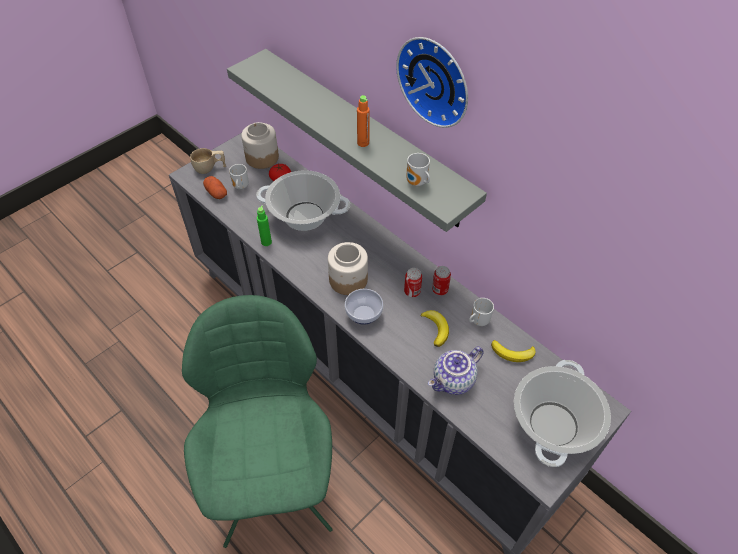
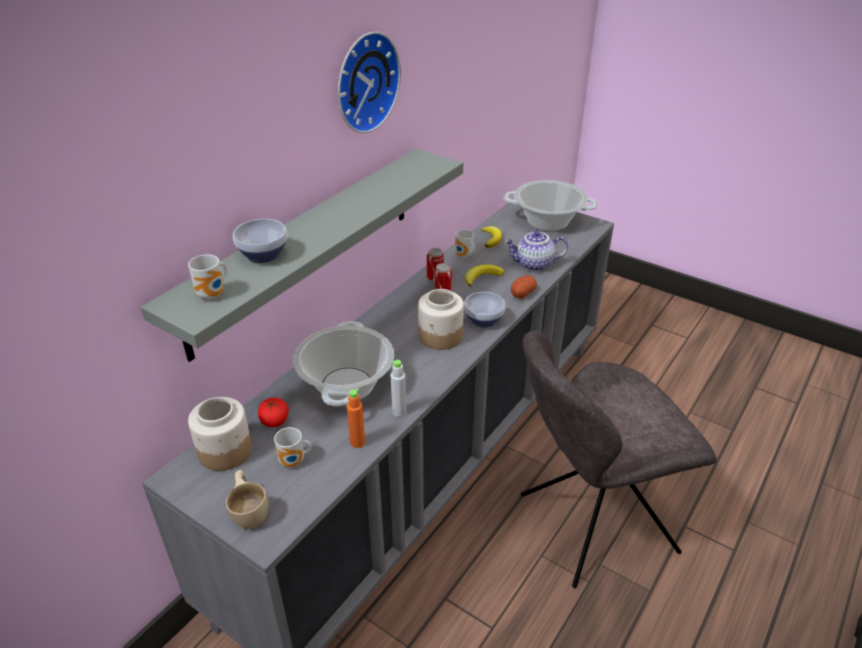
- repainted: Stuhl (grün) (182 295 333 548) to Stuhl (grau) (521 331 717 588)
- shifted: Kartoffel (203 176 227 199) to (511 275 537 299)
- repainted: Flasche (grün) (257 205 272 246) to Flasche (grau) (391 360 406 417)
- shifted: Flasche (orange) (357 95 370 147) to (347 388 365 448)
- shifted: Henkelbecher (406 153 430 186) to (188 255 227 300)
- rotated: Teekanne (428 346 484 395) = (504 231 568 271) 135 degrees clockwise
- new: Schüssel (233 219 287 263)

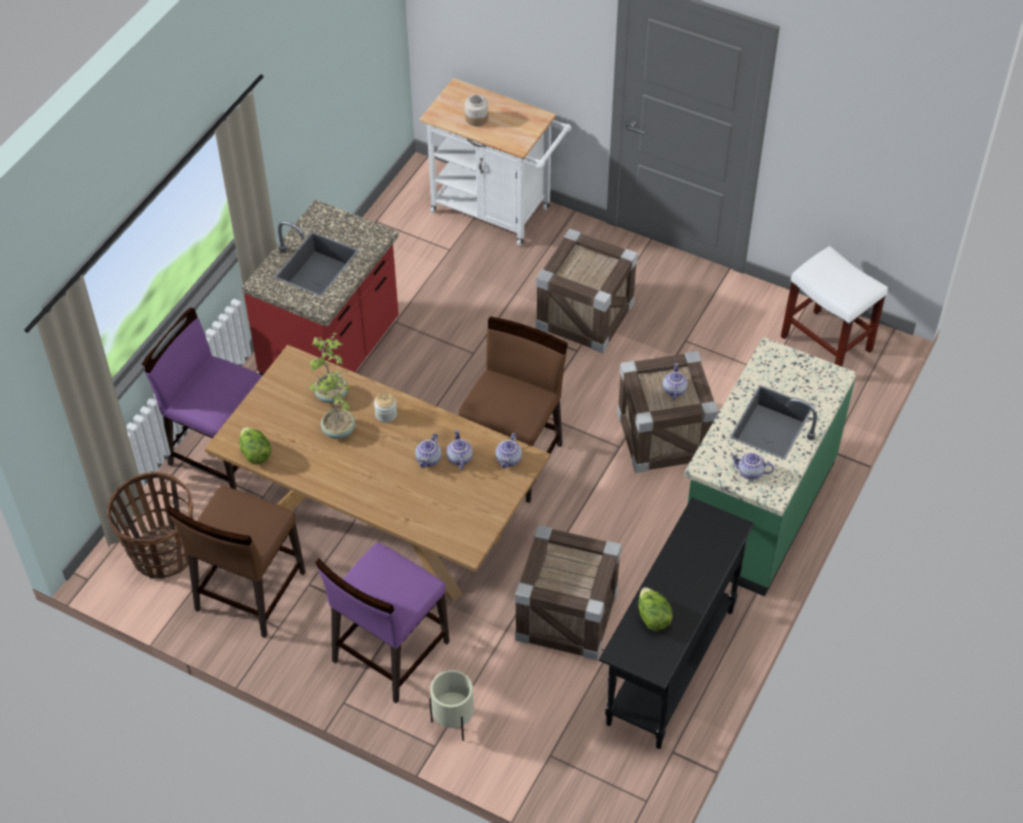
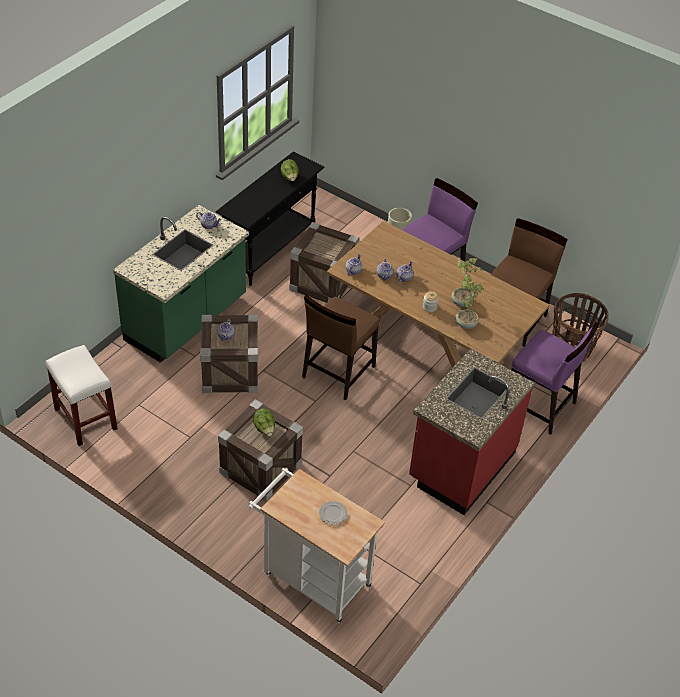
- shifted: Salatkopf (239 427 271 465) to (253 409 275 436)
- swapped: Vorratsglas (465 95 488 126) to Teller (319 501 347 525)

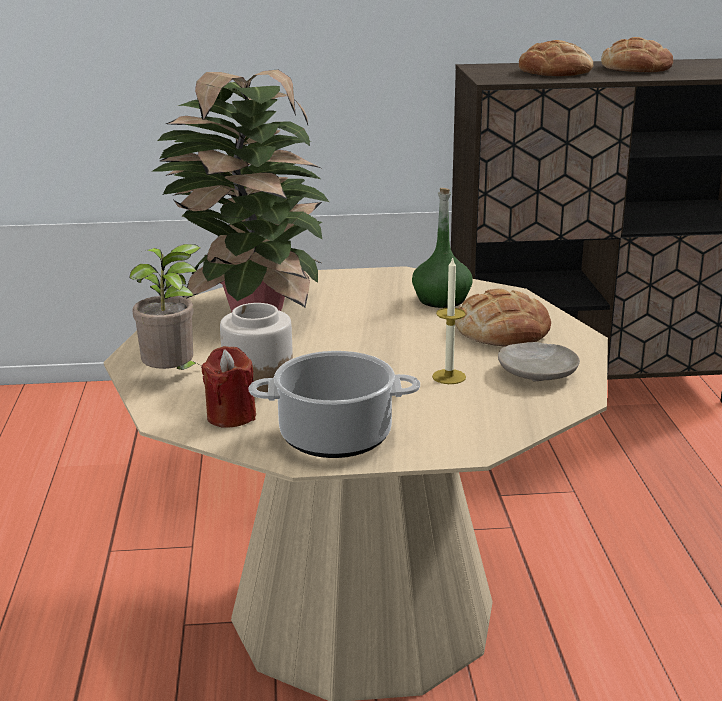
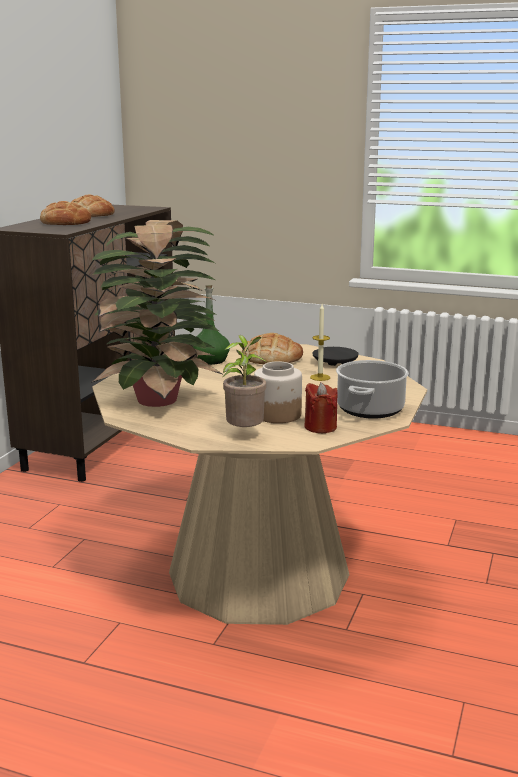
- repainted: Teller (beige) (498 342 580 382) to Teller (schwarz) (312 347 359 366)

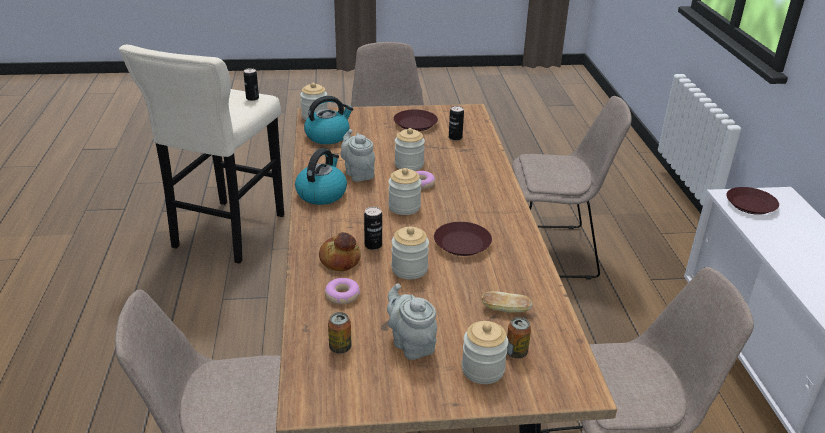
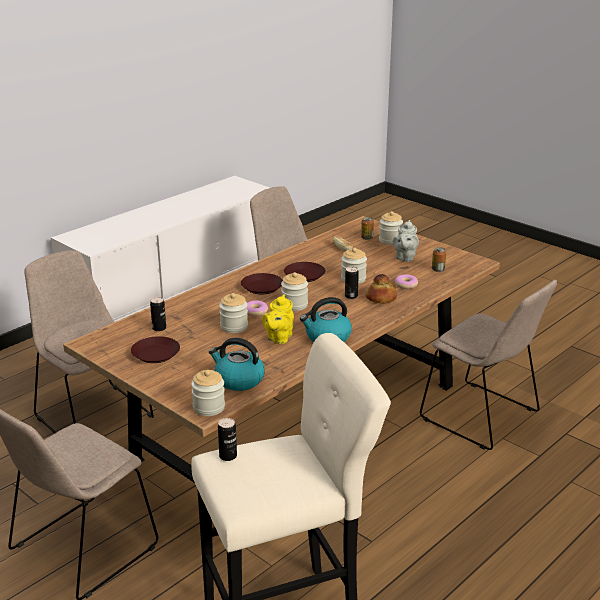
- repainted: Teekanne (grau) (340 129 375 182) to Teekanne (gelb) (262 294 294 344)
- shifted: Teller (braun) (726 187 779 215) to (241 273 283 294)

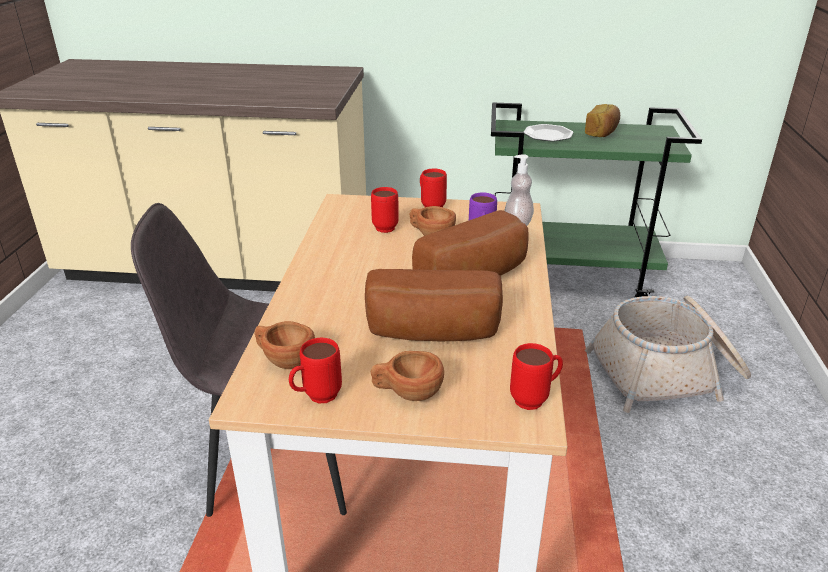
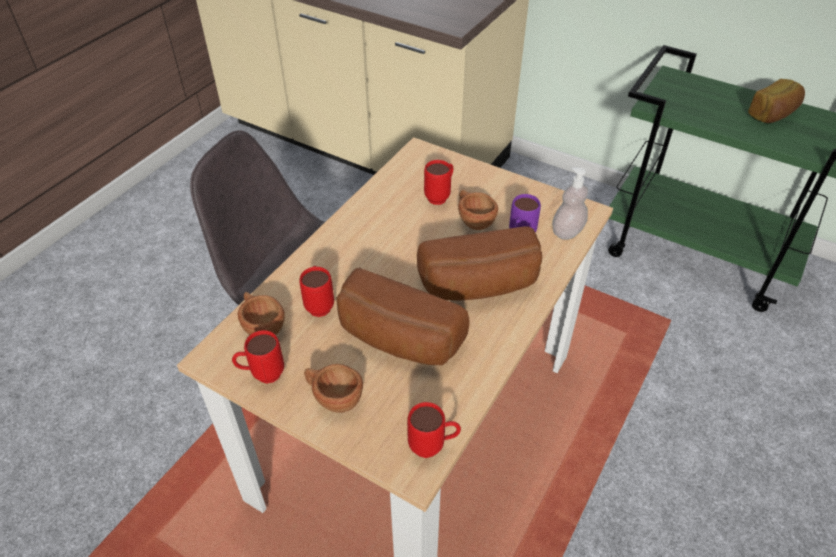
- shifted: Henkelbecher (rot) (420 169 447 207) to (299 266 334 317)
- gone: Teller (524 124 574 142)
- gone: Korb (585 296 751 413)

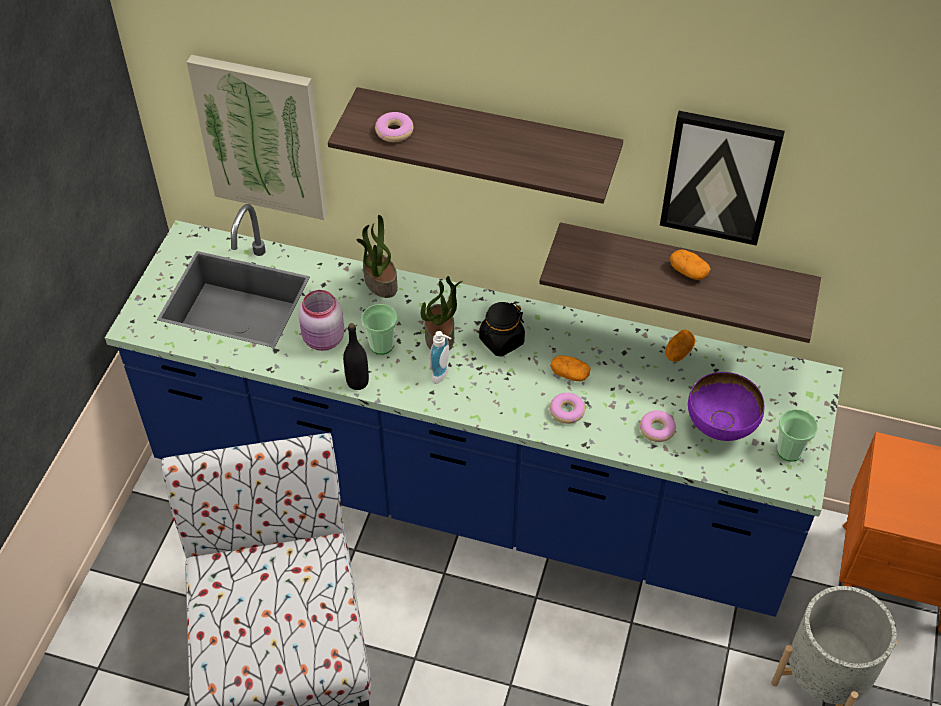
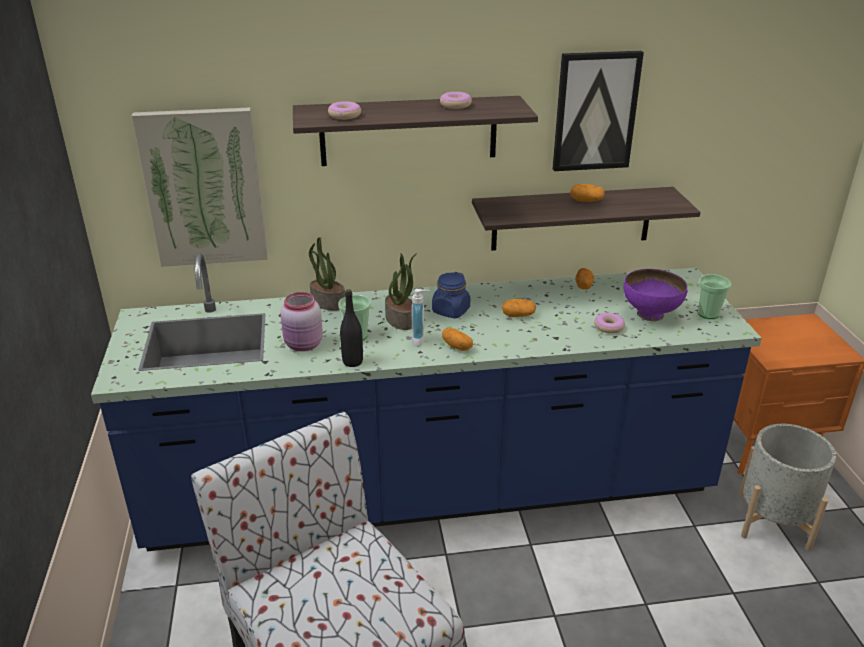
- repainted: Vorratsglas (schwarz) (479 302 525 356) to Vorratsglas (blau) (432 272 470 318)
- shifted: Donut (550 393 585 424) to (440 92 472 109)
- new: Kartoffel (442 328 473 351)

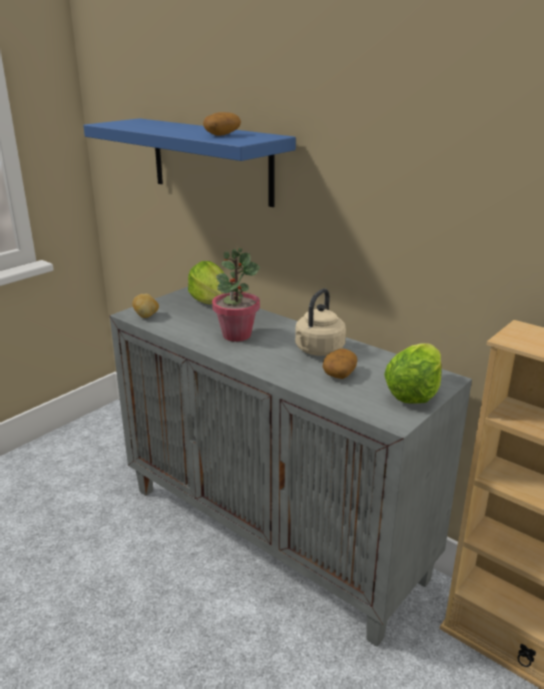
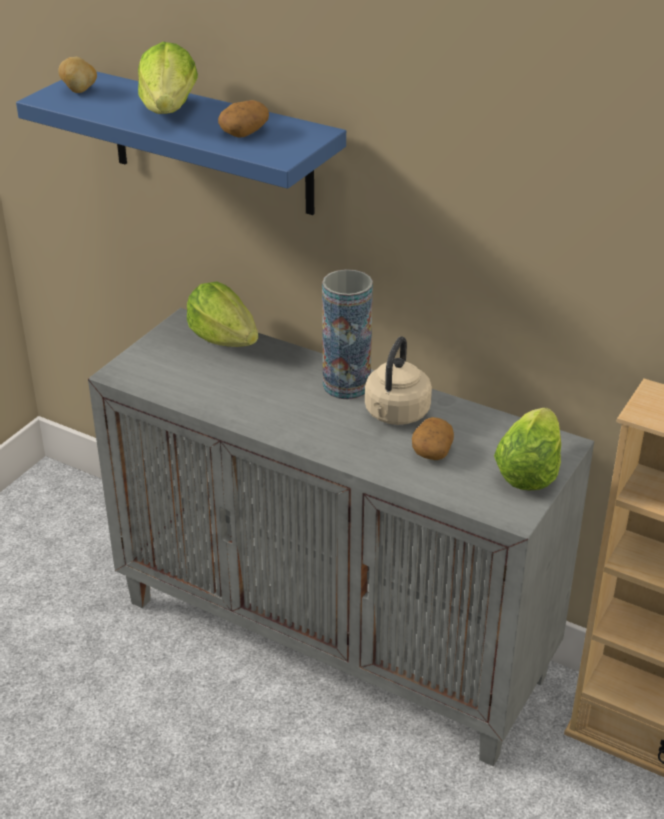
- shifted: Kartoffel (132 294 159 318) to (58 57 97 93)
- gone: Topfpflanze (212 248 260 342)
- new: Salatkopf (138 42 198 114)
- new: Vase (322 269 373 400)

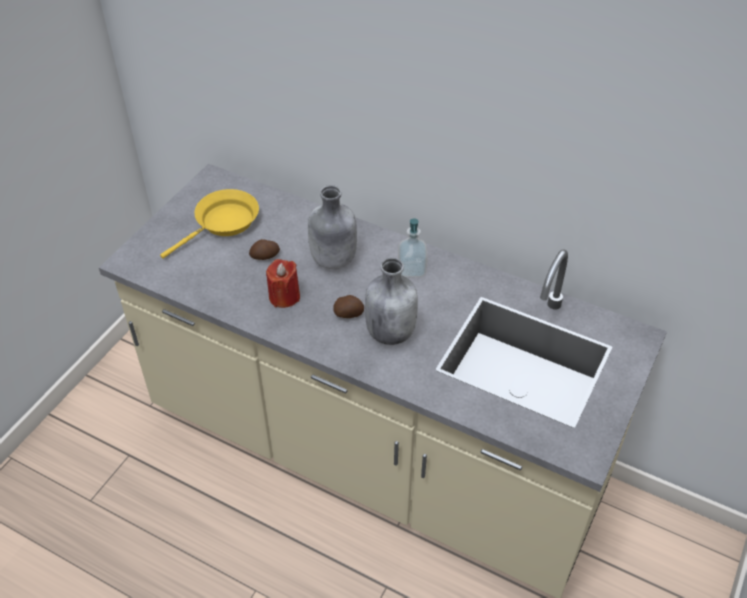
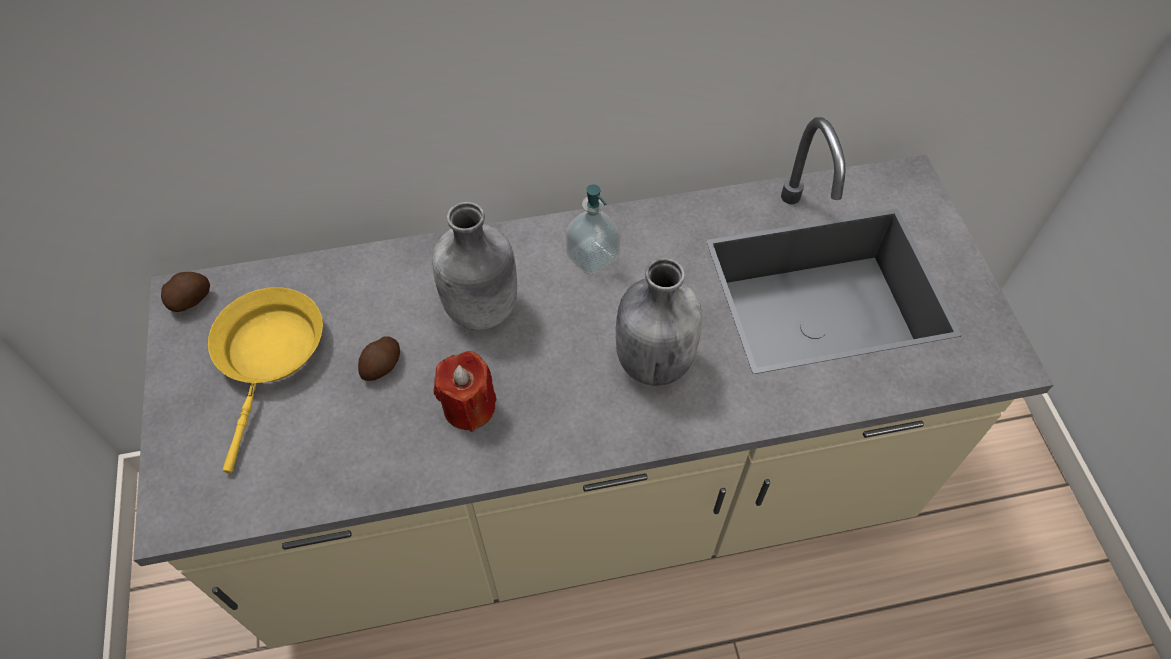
- shifted: Kartoffel (333 295 364 318) to (161 272 210 312)

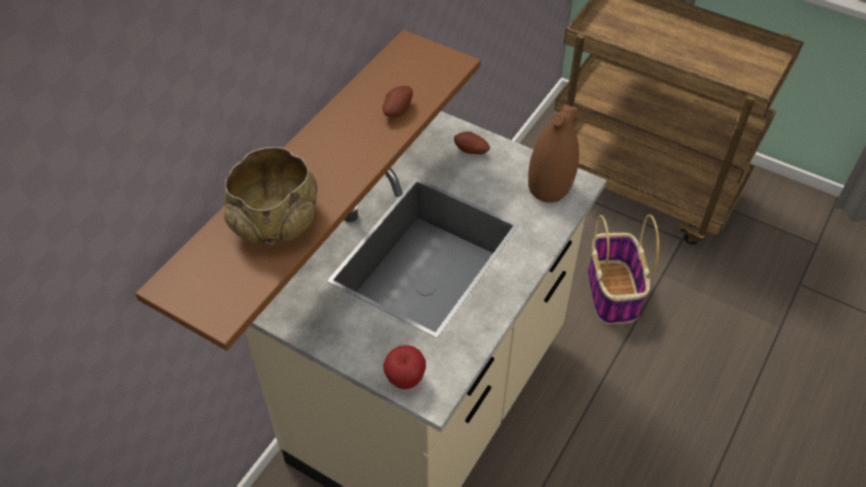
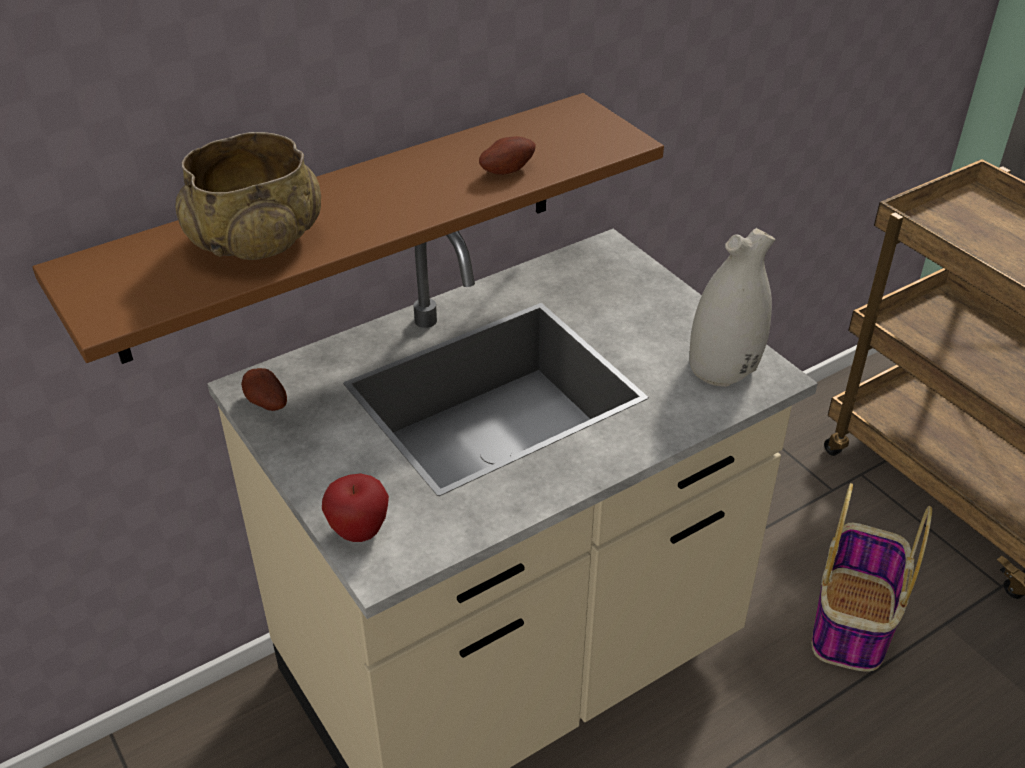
- shifted: Kartoffel (454 131 490 154) to (241 368 287 411)
- repainted: Vase (braun) (528 104 579 202) to Vase (weiß) (689 228 775 387)

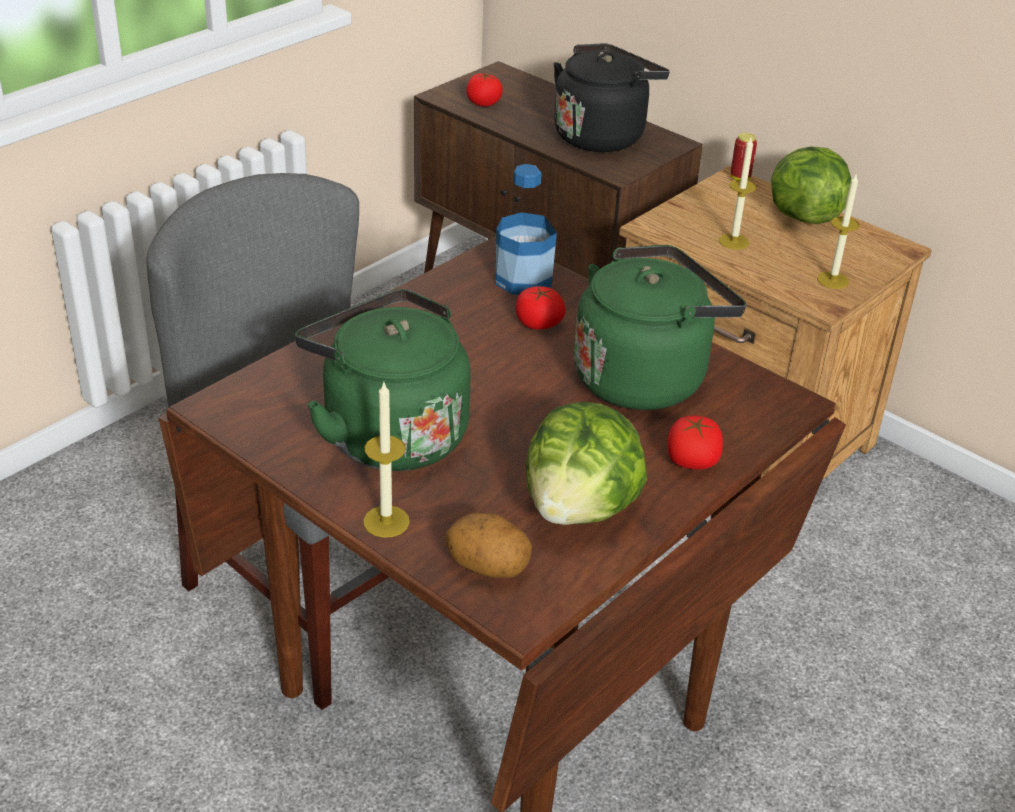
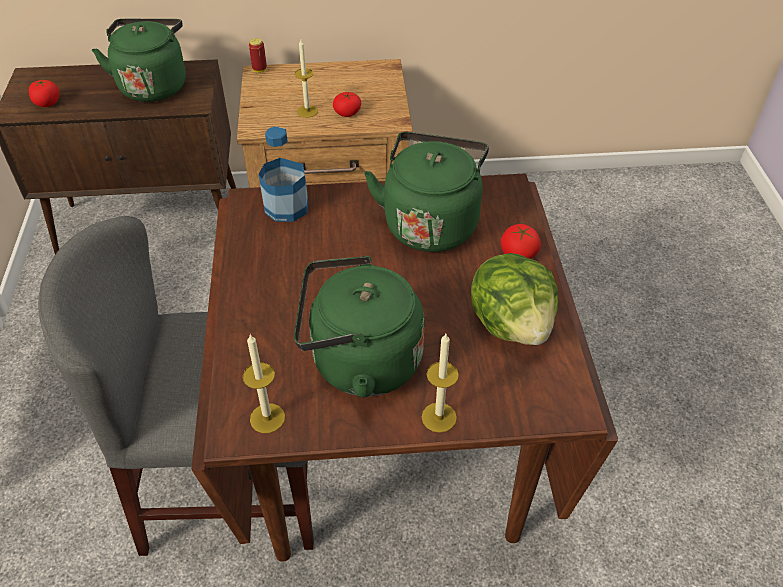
- gone: Kartoffel (445 513 532 578)
- shifted: Tomate (516 286 566 330) to (333 92 361 117)
- repainted: Wasserkessel (schwarz) (554 43 670 152) to Wasserkessel (grün) (92 19 186 102)
- gone: Salatkopf (771 146 851 224)
- shifted: Kerze (817 174 860 289) to (243 335 285 433)

